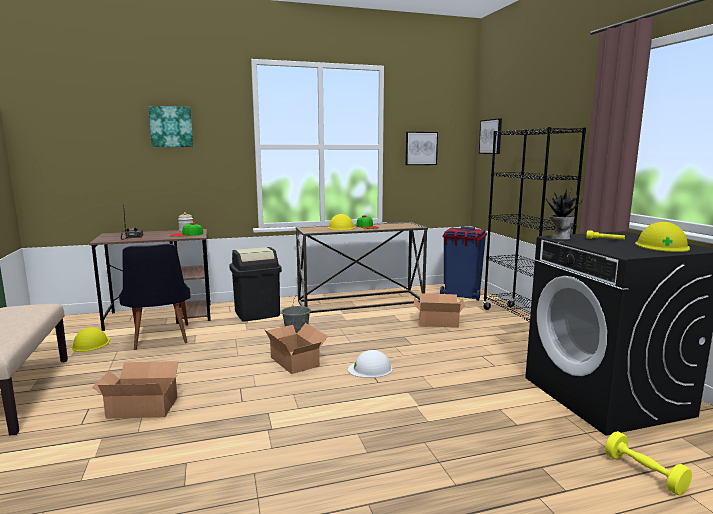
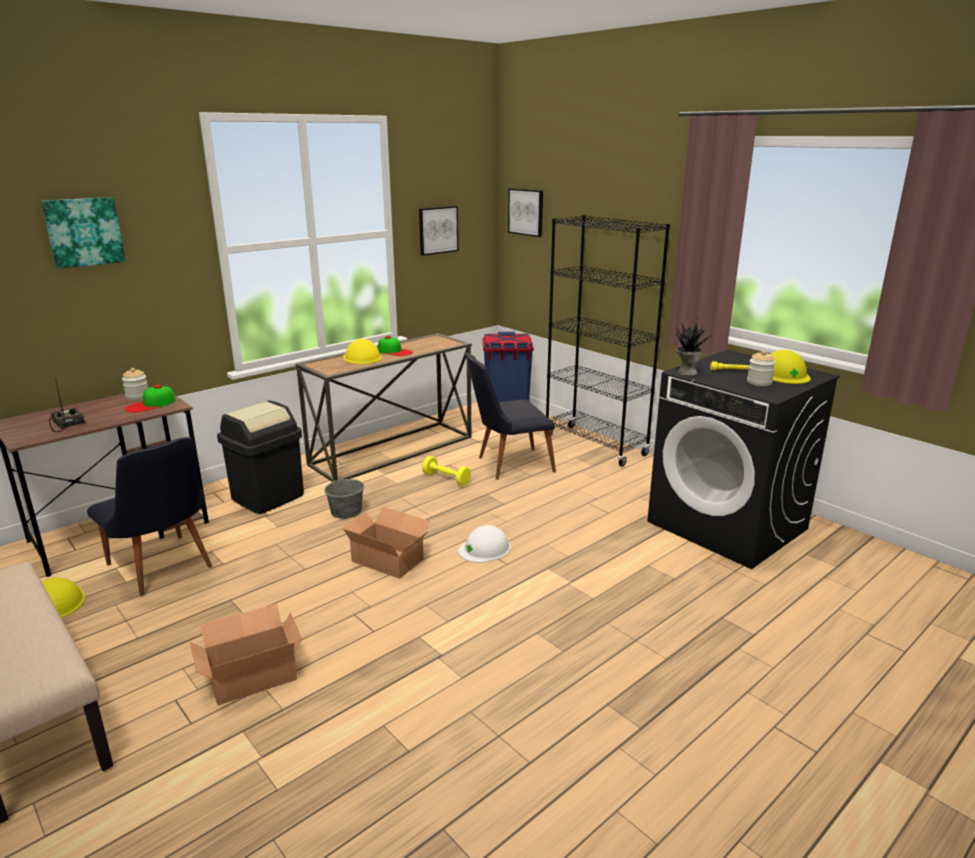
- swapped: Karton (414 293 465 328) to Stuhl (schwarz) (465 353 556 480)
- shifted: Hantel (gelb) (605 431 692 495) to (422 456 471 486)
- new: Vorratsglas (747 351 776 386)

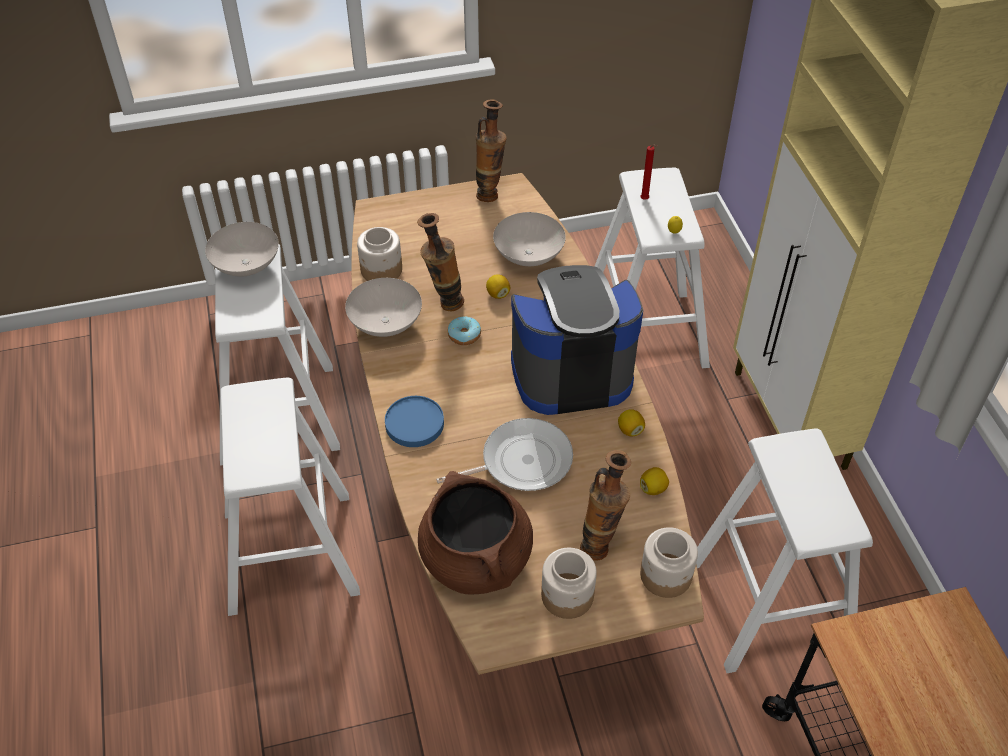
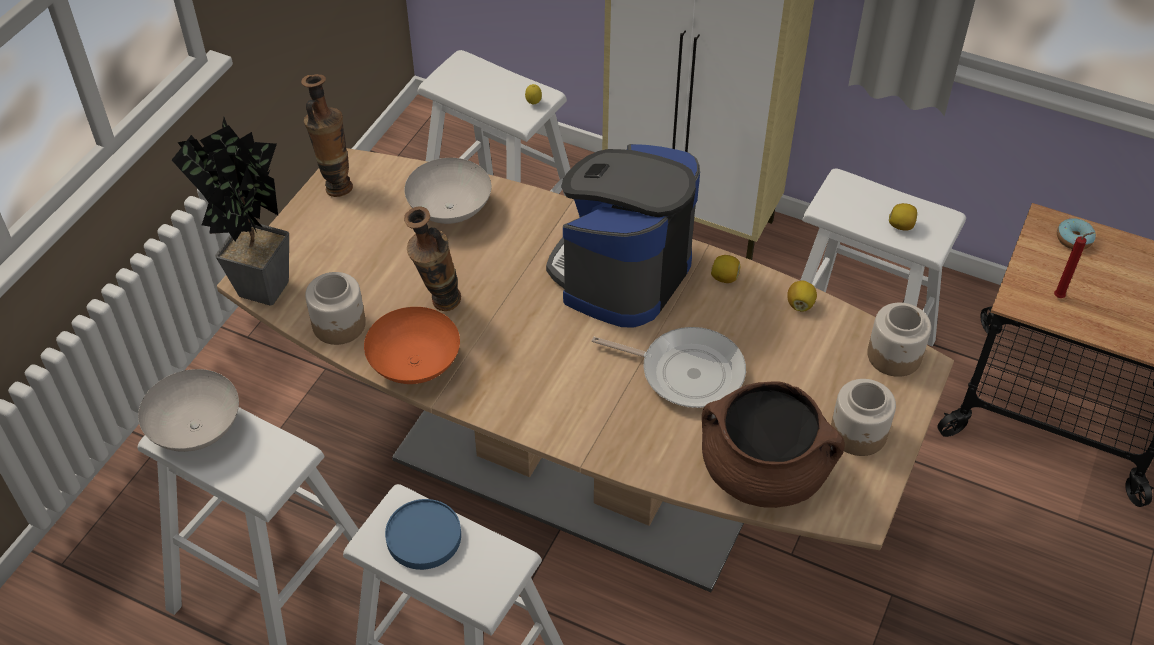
- repainted: Schüssel (weiß) (345 278 422 337) to Schüssel (orange) (364 307 460 384)
- shifted: Teller (blau) (385 396 444 447) to (385 499 461 570)
- rotated: Pfanne (436 418 573 491) = (592 327 746 408) 90 degrees clockwise
- shifted: Donut (448 317 481 345) to (1057 218 1096 249)
- shifted: Zitrone (486 274 510 299) to (889 203 917 231)
- gone: Vase (580 450 631 561)
- shifted: Kerze (rot) (641 145 658 200) to (1054 232 1094 298)
- new: Topfpflanze (172 117 289 306)

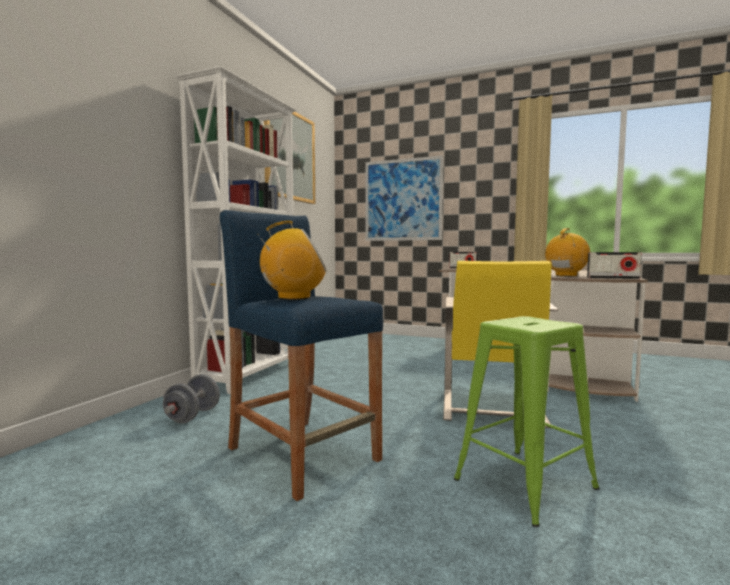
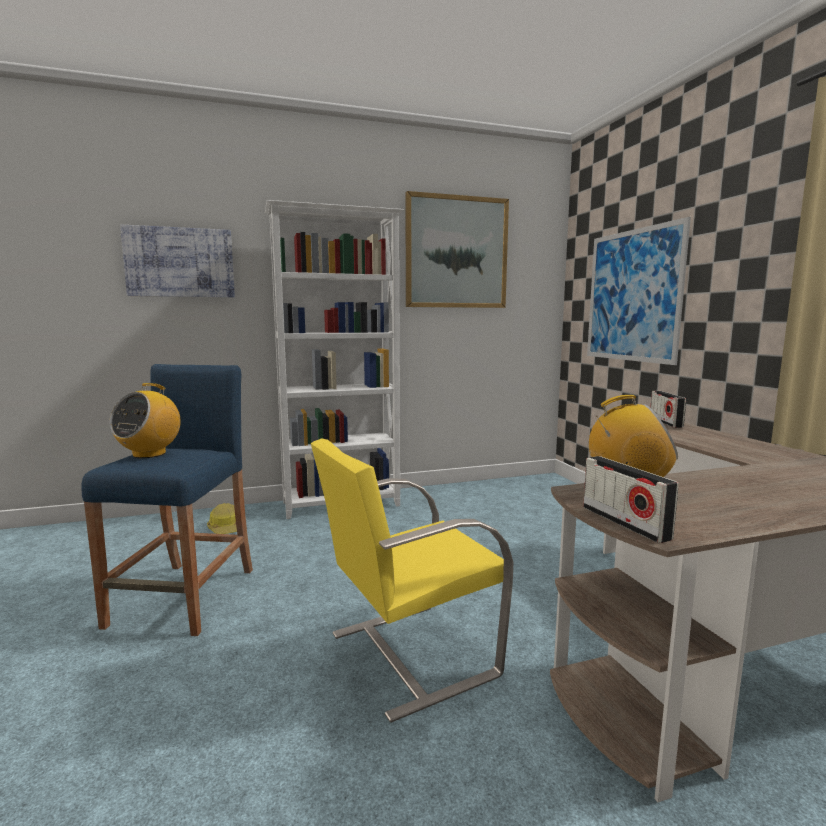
- swapped: Hantel (grau) (163 374 220 423) to Schutzhelm (207 503 237 534)
- rotated: Radio (258 221 327 300) = (109 383 181 458) 75 degrees clockwise
- gone: Hocker (grün) (454 316 600 527)
- new: Bild (120 224 235 297)

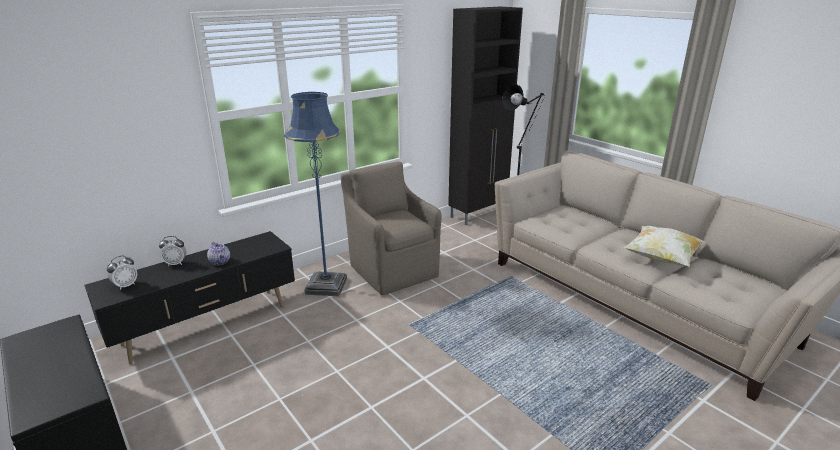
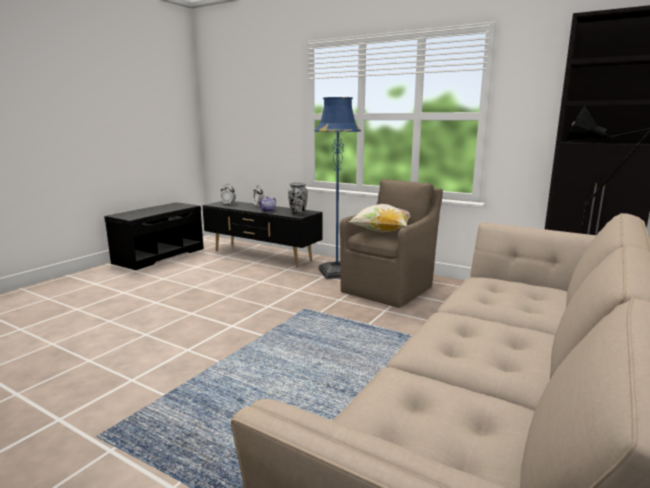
- shifted: Kissen (624 226 705 267) to (349 204 410 232)
- new: Vase (288 182 308 215)

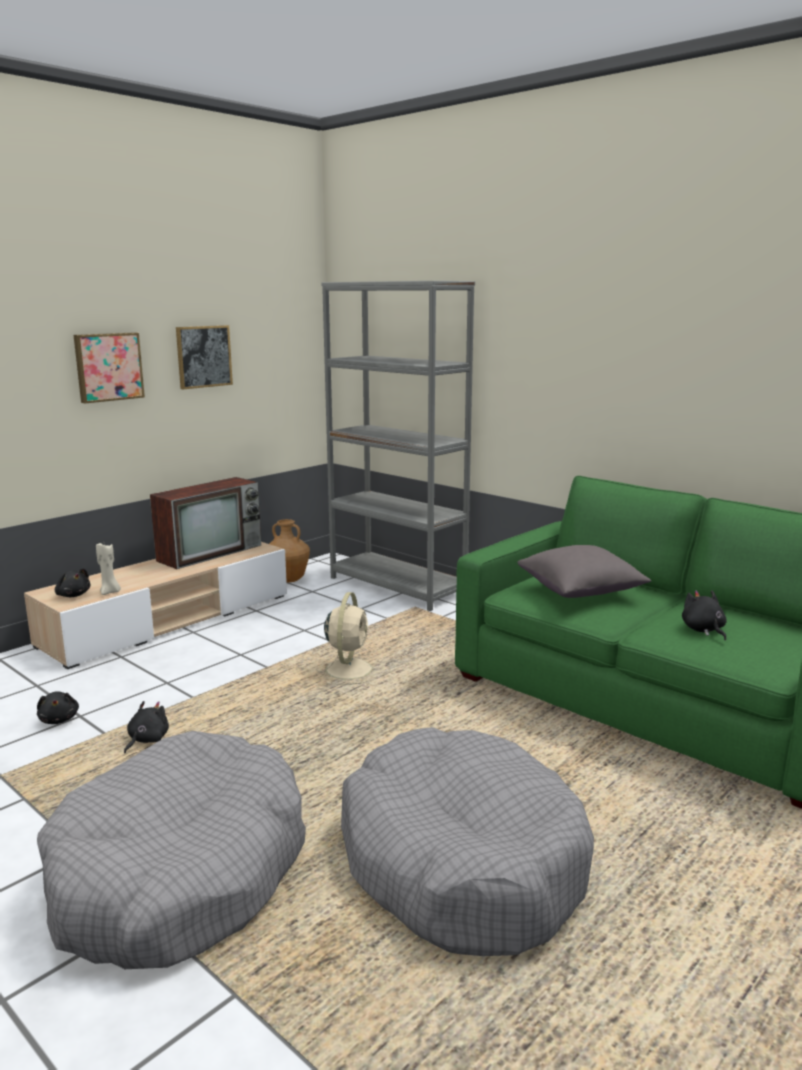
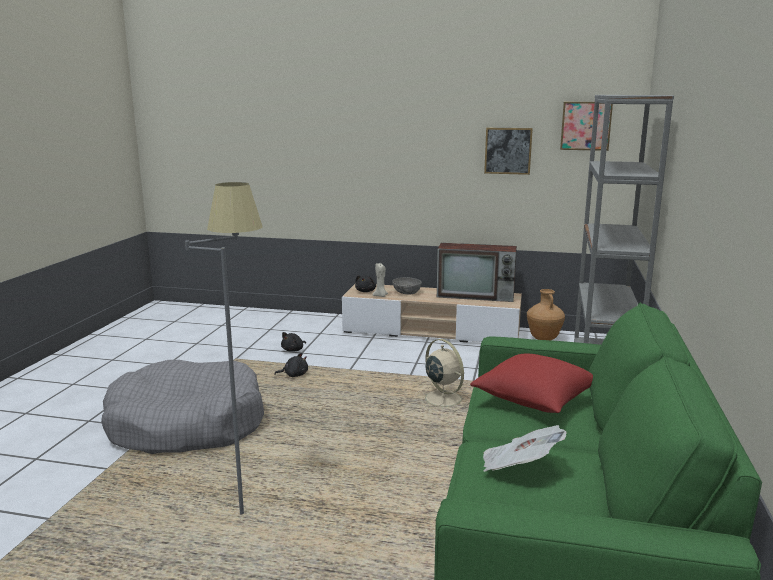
- shifted: Bild (74 332 145 404) to (560 102 613 151)
- rotated: Ventilator (beige) (316 592 382 685) = (415 339 470 412) 105 degrees counterclockwise
- swapped: Hundebett (grau) (341 727 594 956) to Stehlampe (grau) (185 182 263 515)
- repainted: Kissen (grau) (517 545 652 598) to Kissen (rot) (470 354 593 413)
- swapped: Plüschtier (schwarz) (682 590 727 640) to Zeitung (483 425 566 472)
- new: Schüssel (grau) (392 277 422 295)

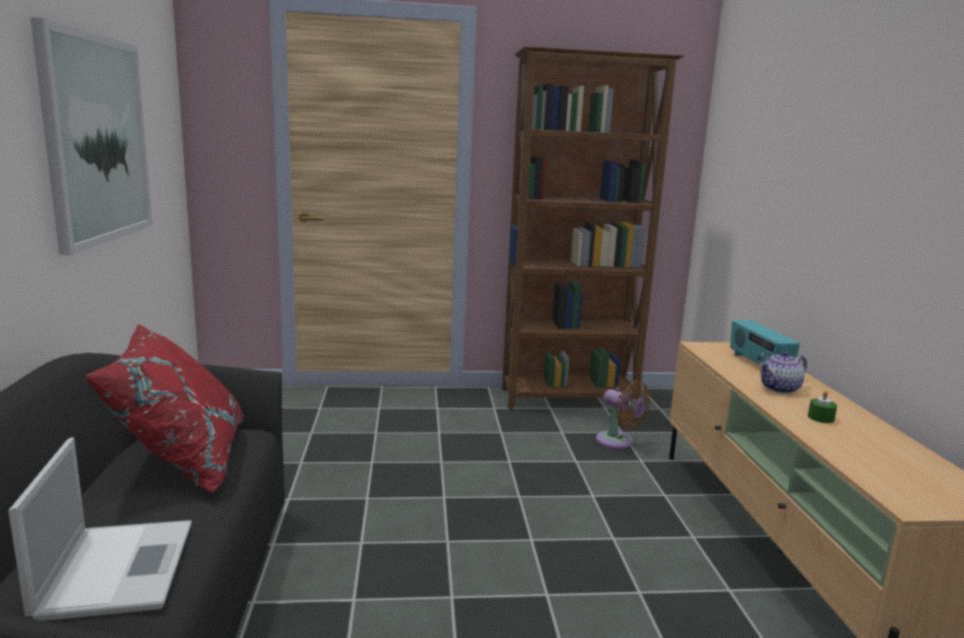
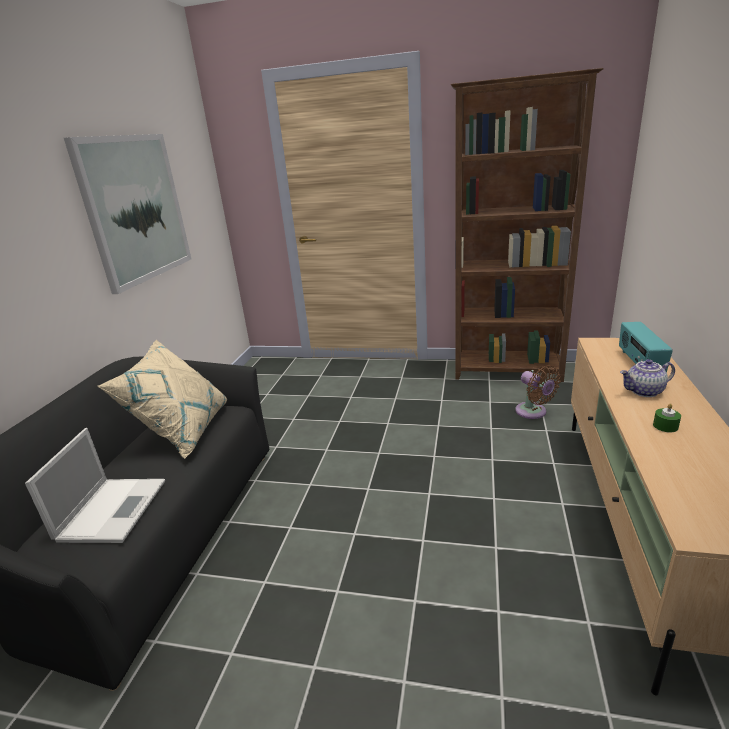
- repainted: Kissen (rot) (85 324 243 492) to Kissen (beige) (97 339 227 459)

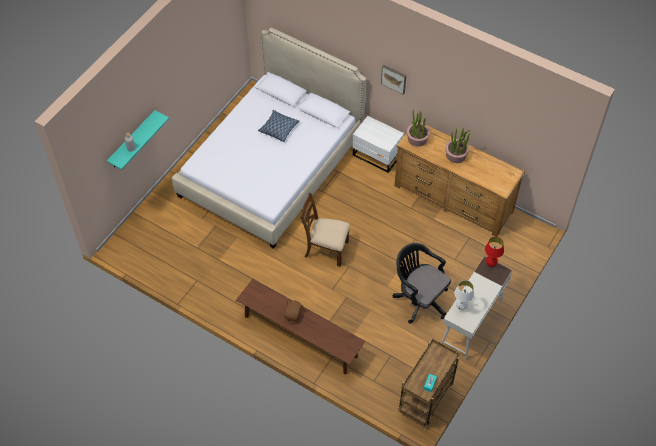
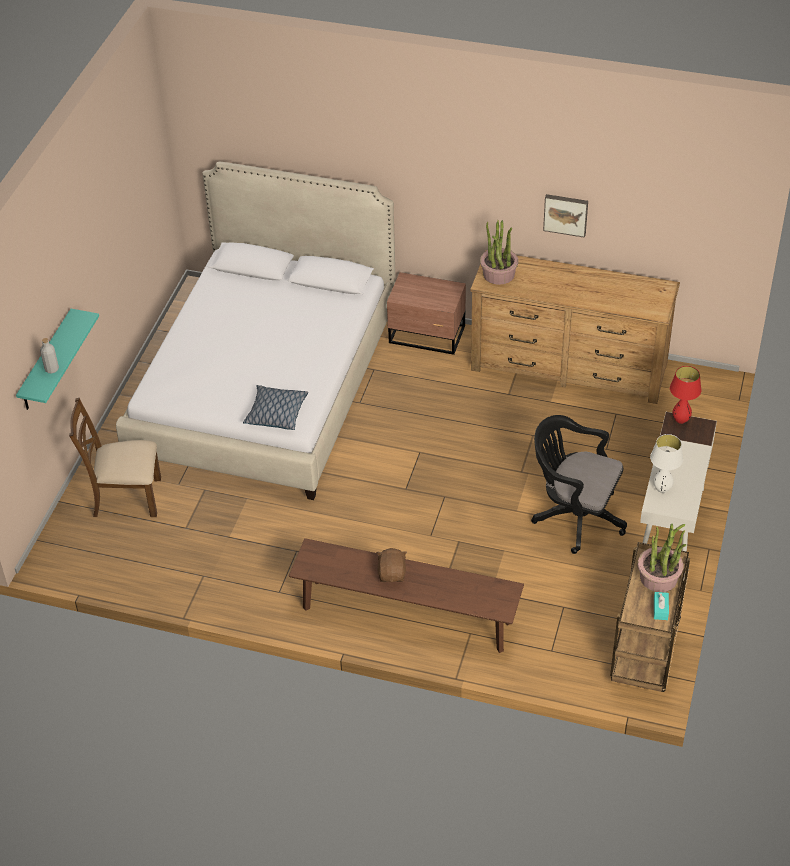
- shifted: Kissen (258 110 299 142) to (243 385 308 430)
- shifted: Stuhl (braun) (300 193 350 267) to (69 398 161 517)
- repainted: Nachttisch (weiß) (352 116 404 173) to Nachttisch (braun) (387 272 466 355)
- shifted: Bild (381 65 406 94) to (543 194 588 238)
- shifted: Topfpflanze (445 128 471 163) to (638 523 686 592)

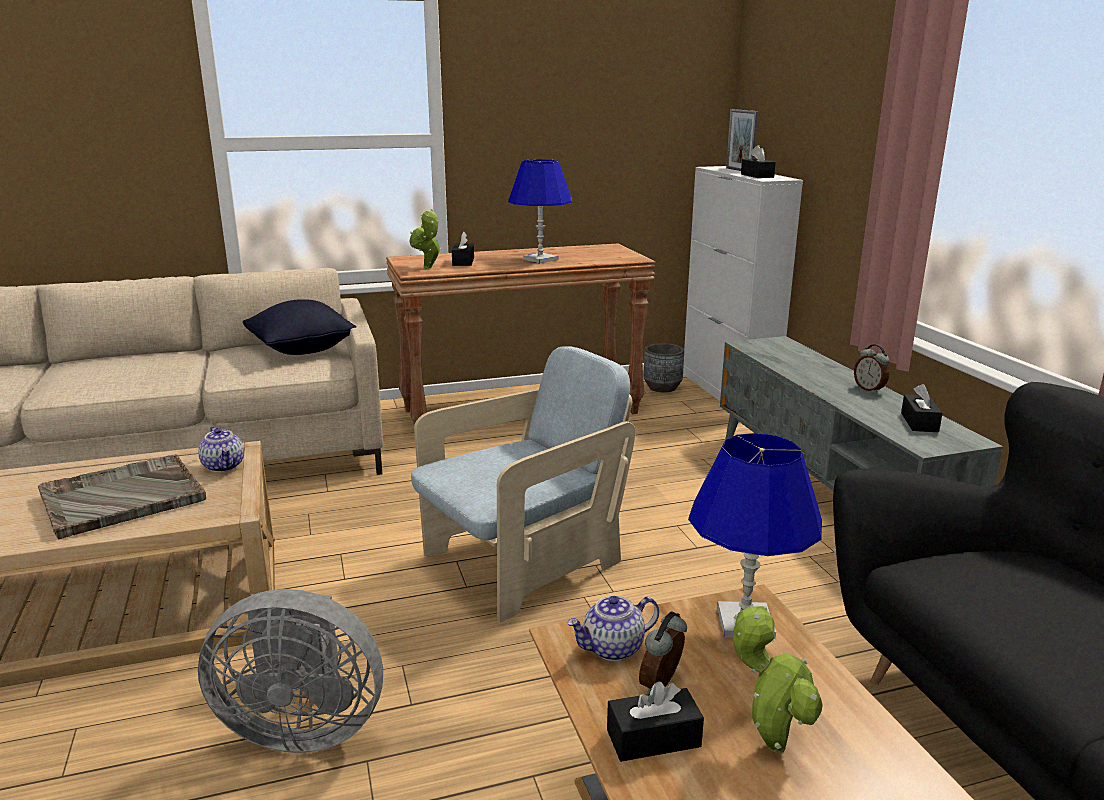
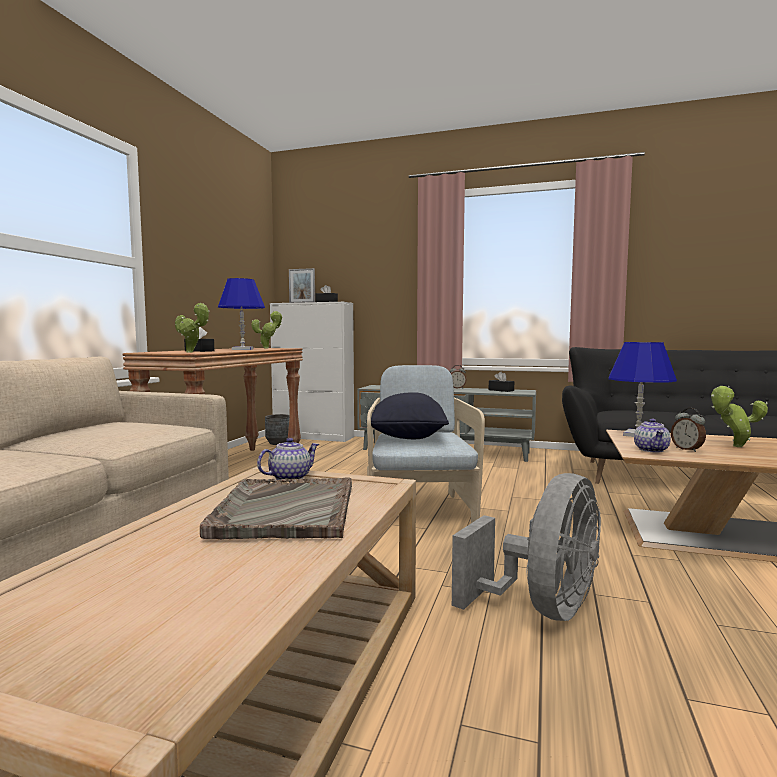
- rotated: Teekanne (198 426 244 472) = (257 438 319 480) 45 degrees counterclockwise
- shifted: Kissen (schwarz) (243 299 357 355) to (371 392 449 439)
- gone: Taschentuchbox (schwarz) (607 681 704 762)
- new: Topfpflanze (252 311 282 348)

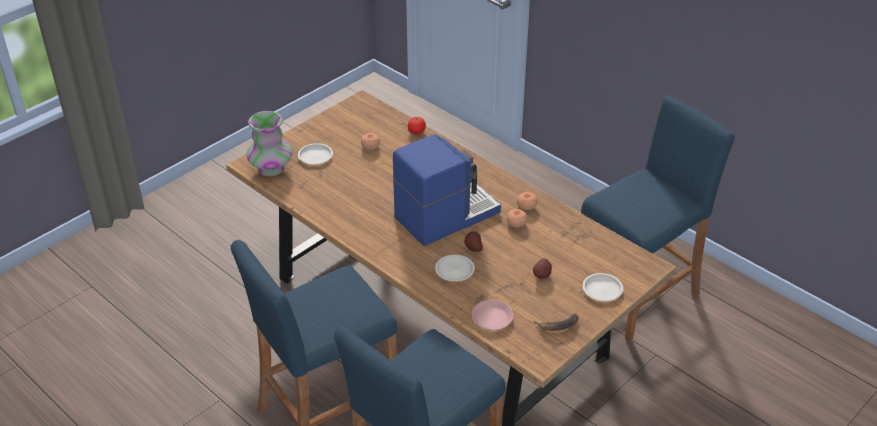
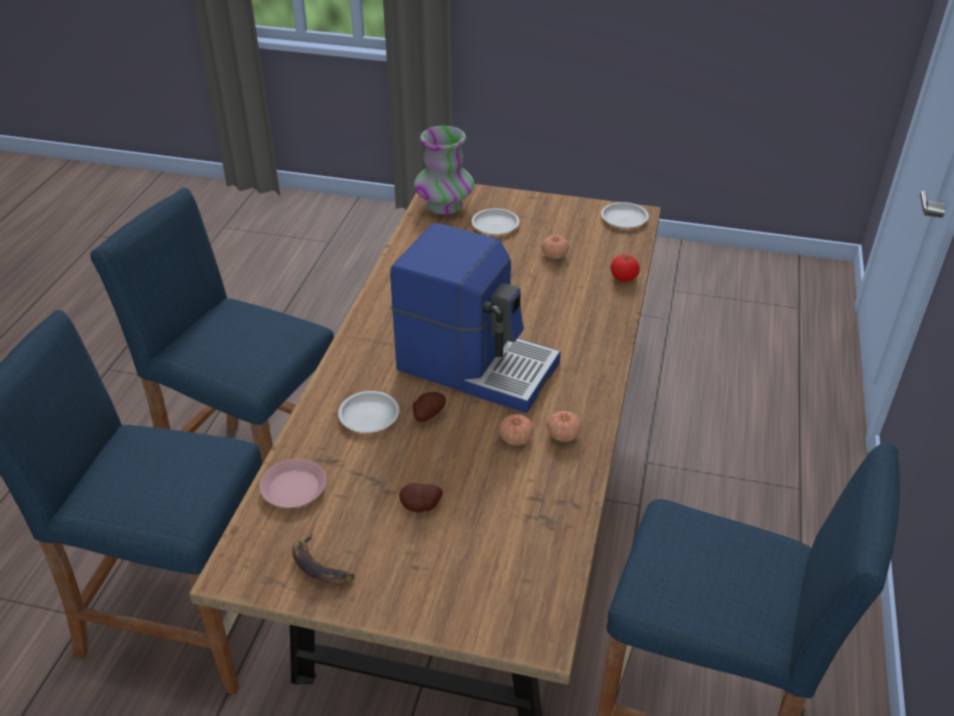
- shifted: Teller (weiß) (583 273 623 301) to (601 202 649 228)

